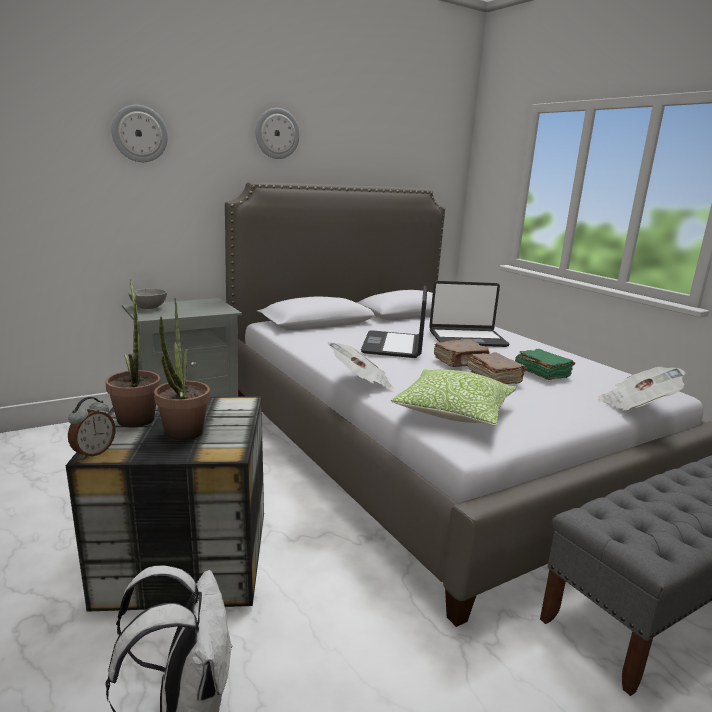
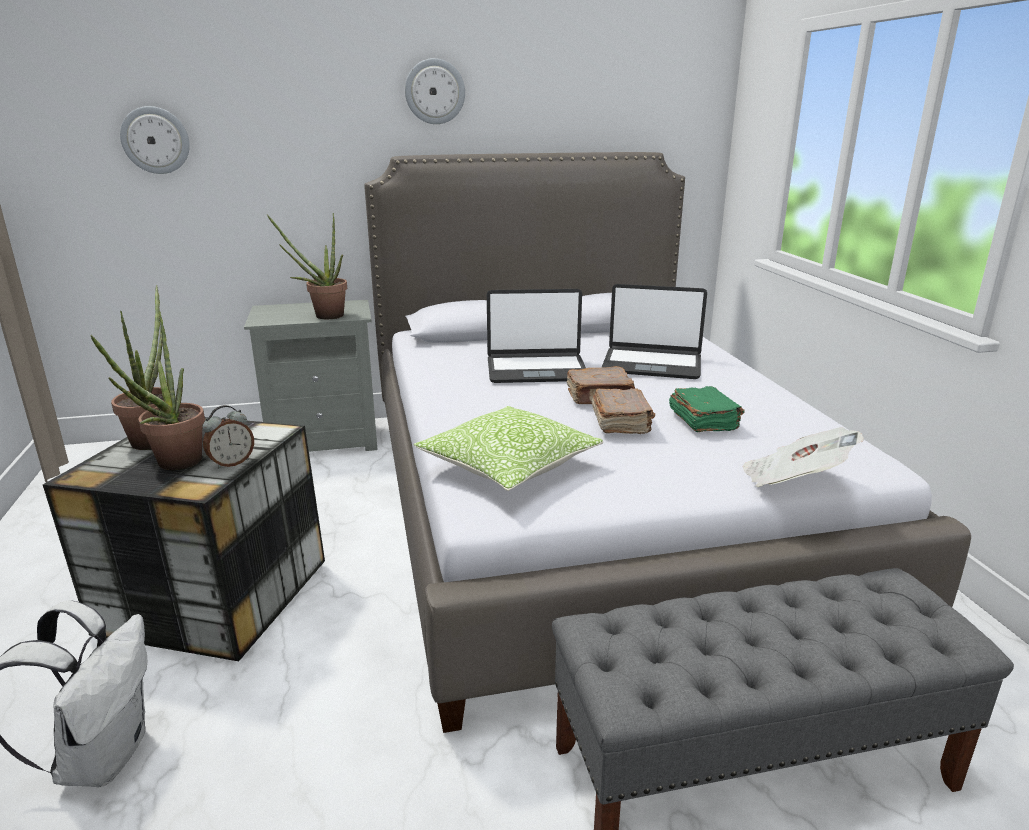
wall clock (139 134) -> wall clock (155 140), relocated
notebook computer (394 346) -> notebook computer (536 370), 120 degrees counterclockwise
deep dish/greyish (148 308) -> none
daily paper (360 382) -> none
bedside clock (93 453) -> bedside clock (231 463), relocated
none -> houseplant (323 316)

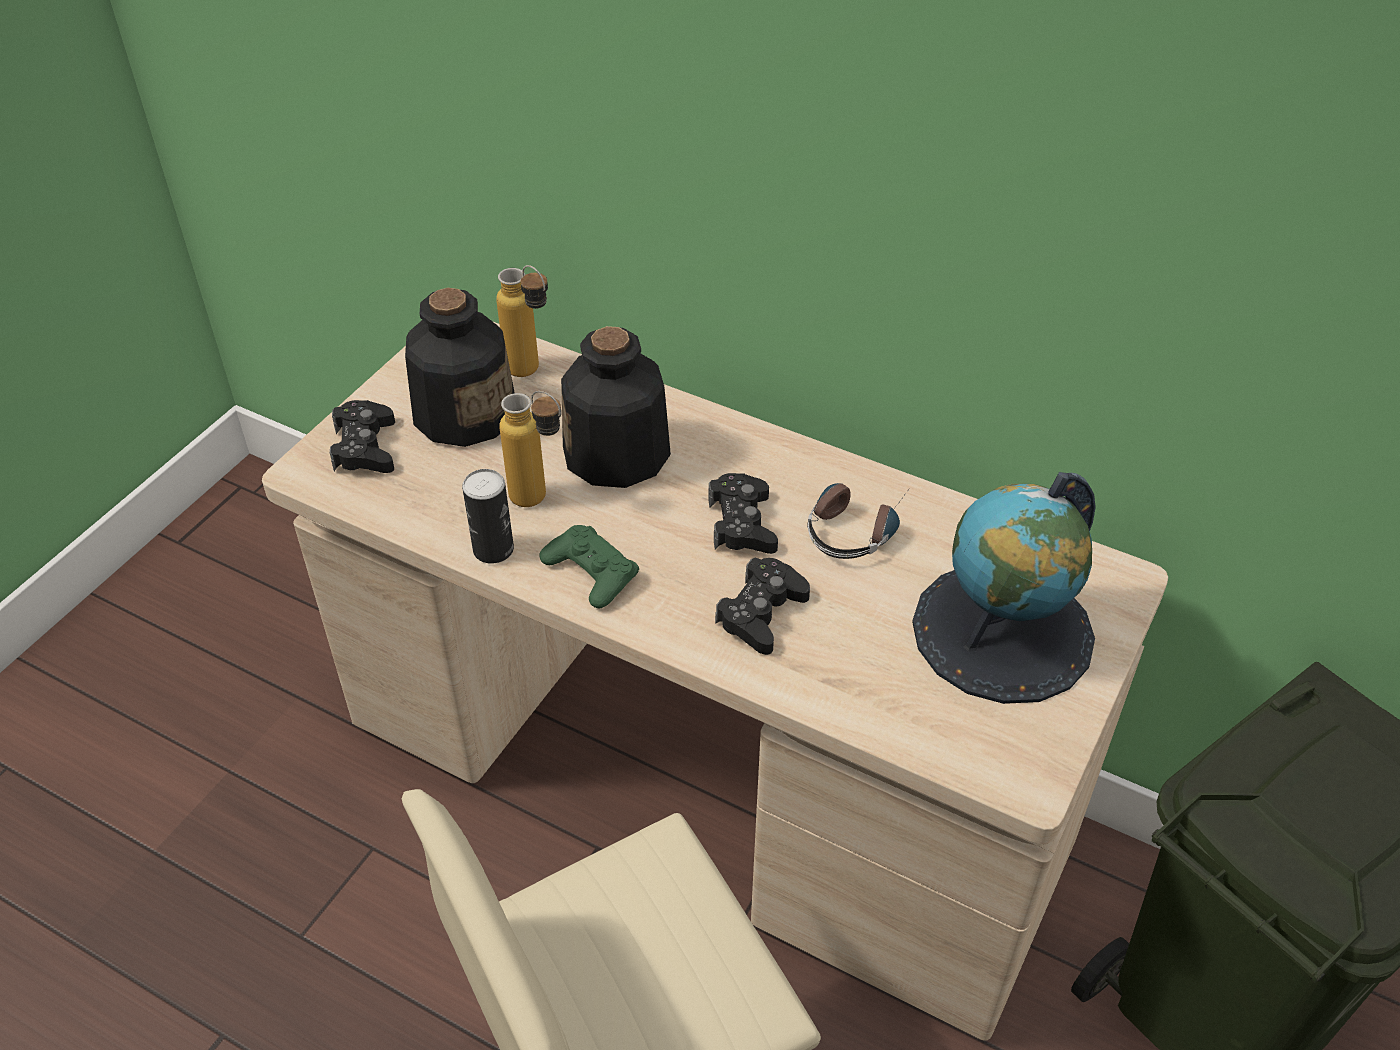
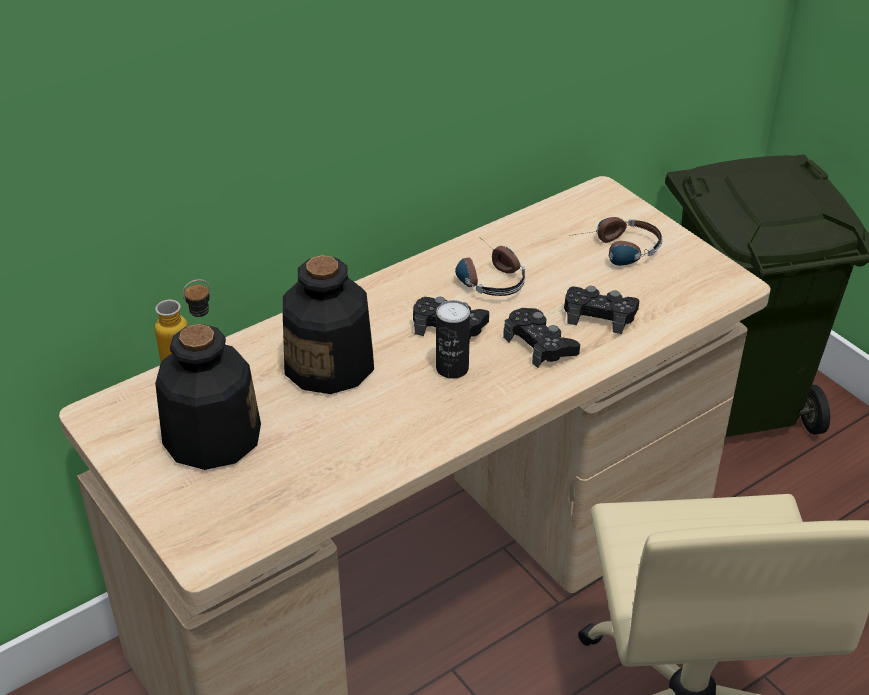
bottle (540 501) -> none
joypad/black (365 447) -> joypad/black (599 315), relocated
metal can (493 549) -> metal can (452 368), relocated
world globe (1003 632) -> headphones (616 251)
joypad/green (591 572) -> none

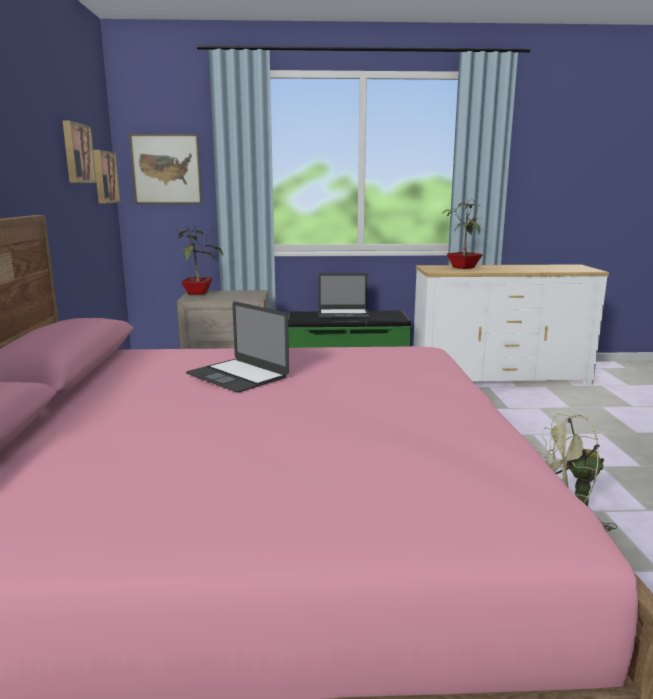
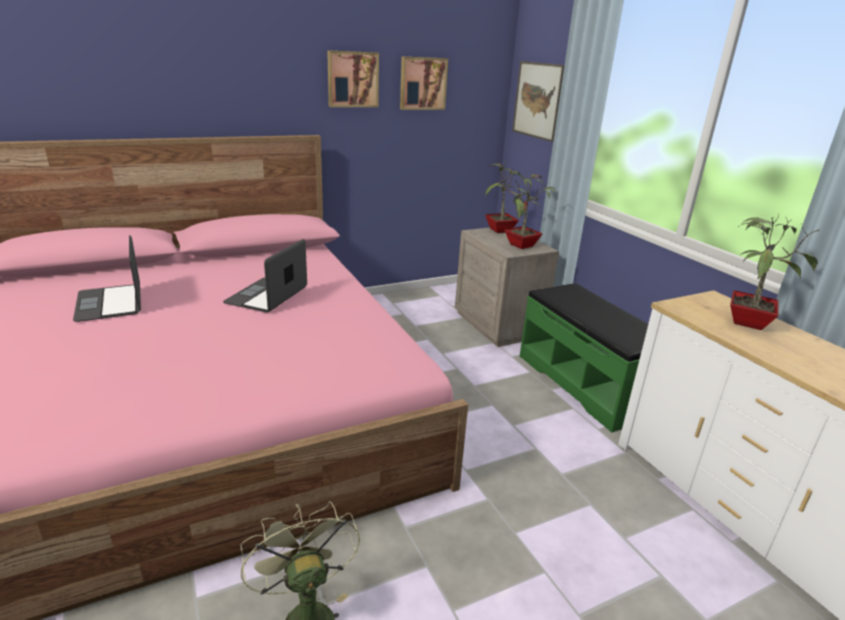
wall art (104 177) -> wall art (352 79), relocated
notebook computer (343 314) -> notebook computer (110 303), relocated
none -> houseplant (522 246)

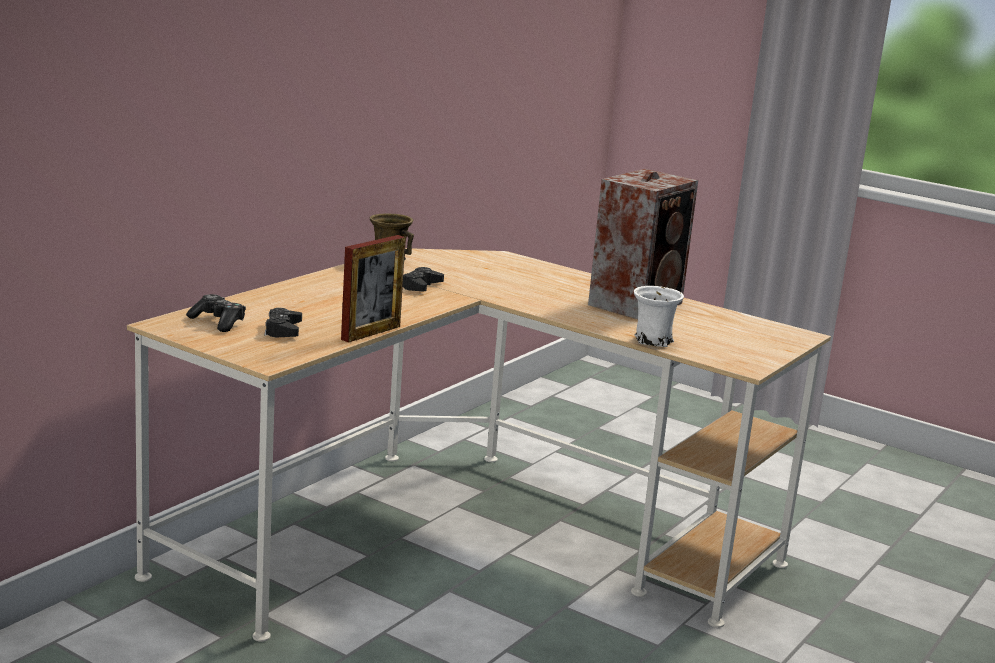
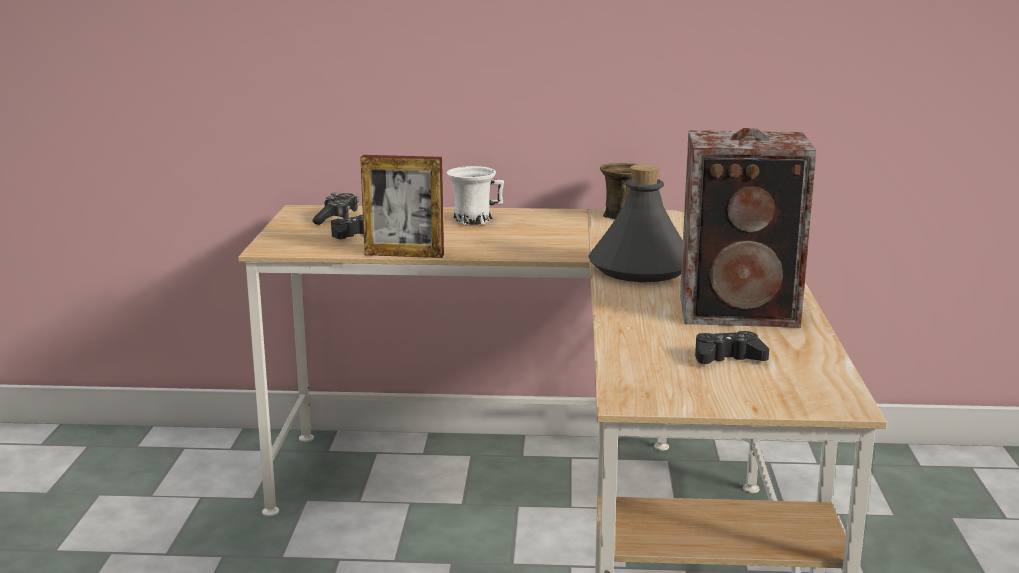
joypad/black (421 286) -> joypad/black (727 358), relocated
tea mug/whitish (652 341) -> tea mug/whitish (472 220), relocated
none -> bottle/greyish (641 268)

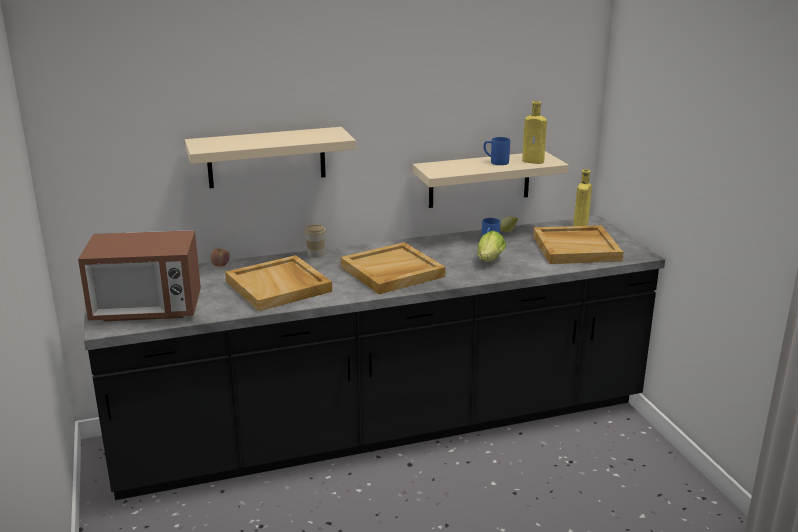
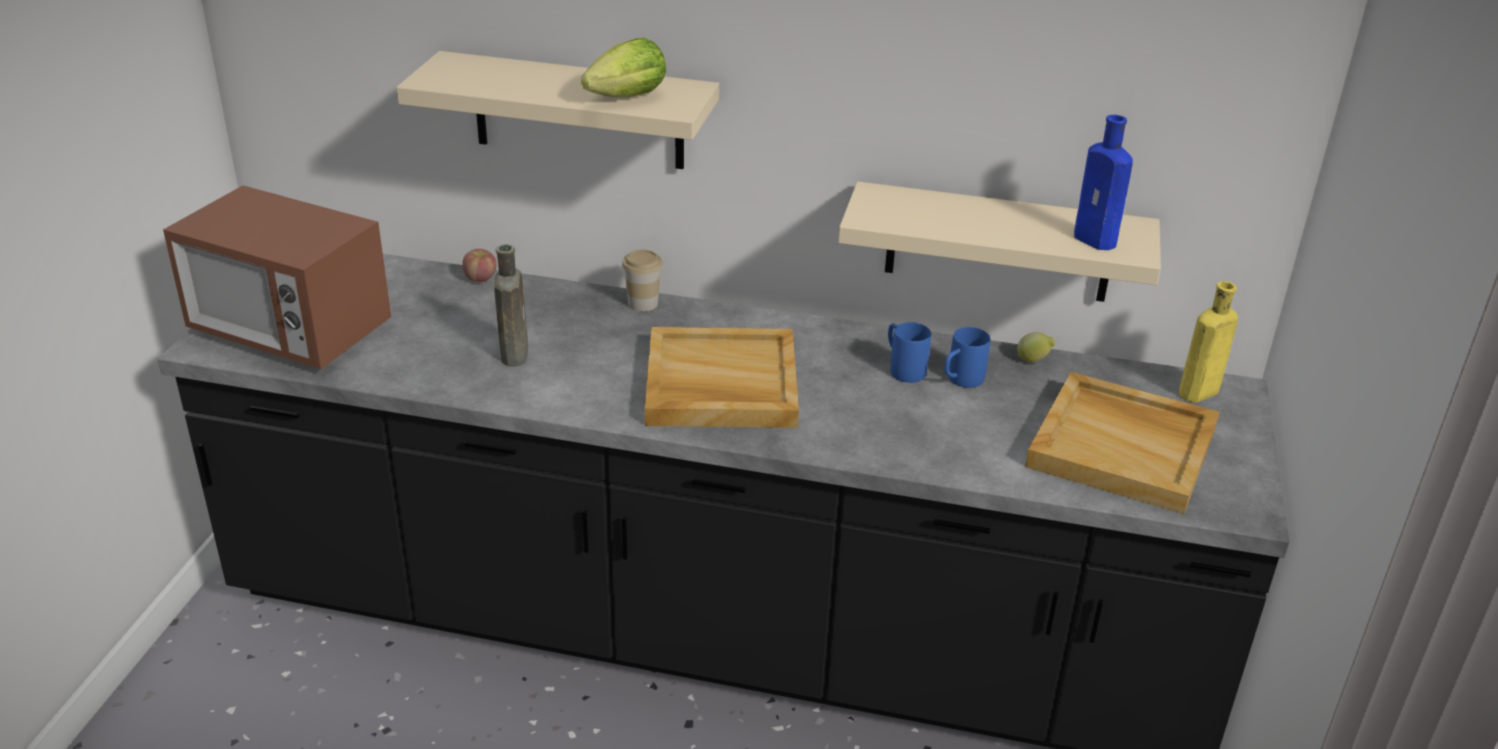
bottle/yellow (534 161) -> bottle/blue-coloured (1097 241)
tea mug/blue-coloured (495 162) -> tea mug/blue-coloured (902 368), relocated
head of lettuce (489 261) -> head of lettuce (623 99), relocated
tray/sand-coloured (279 286) -> bottle/brown (514 352)

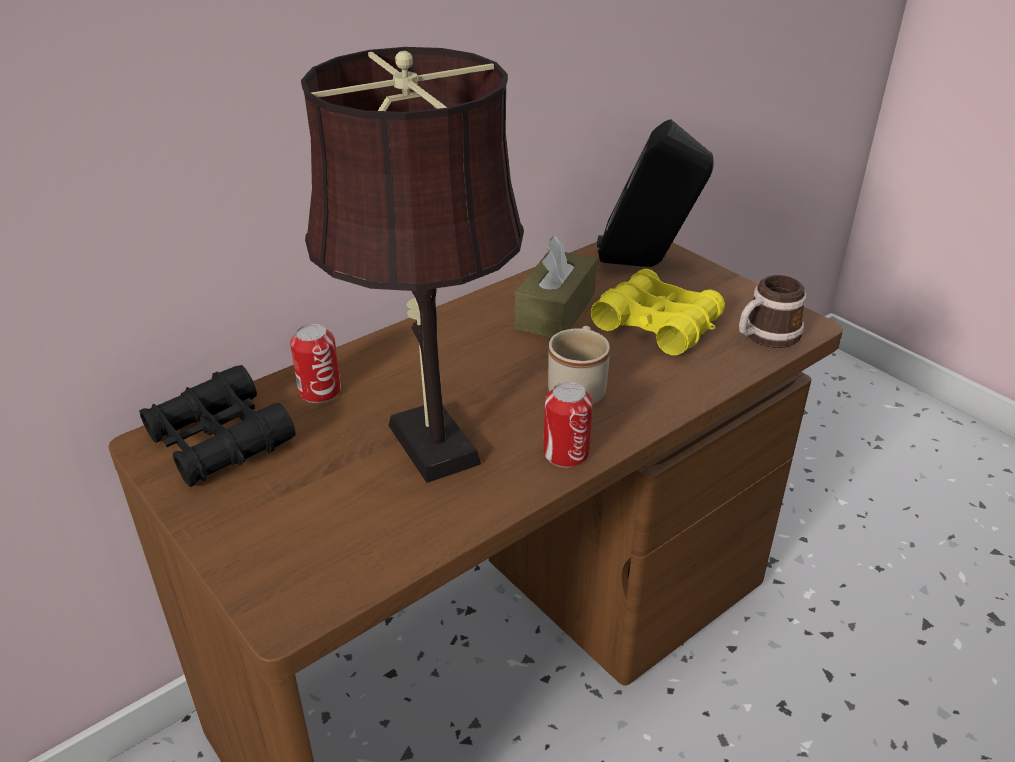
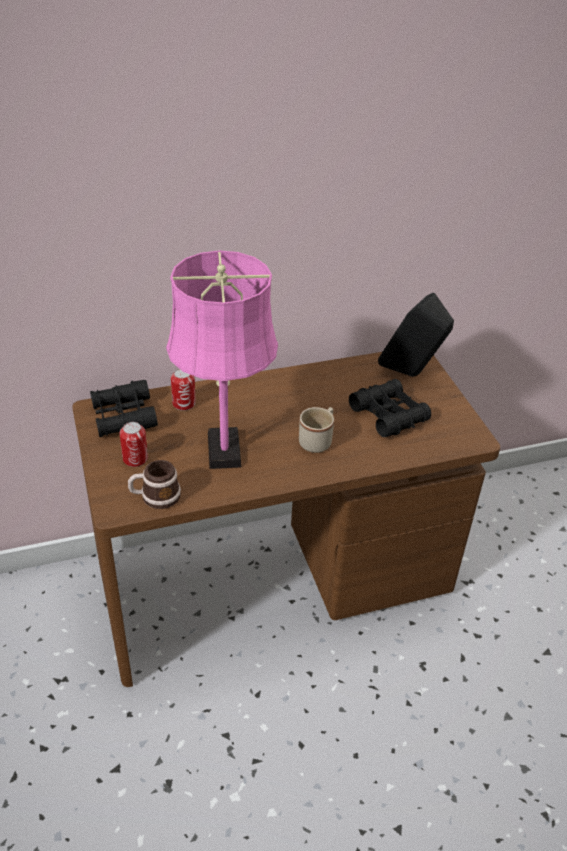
tabletop lamp/brown (429 438) -> tabletop lamp/pink-coloured (224 445)
tissue box/brown (555 311) -> none
binoculars/yellow (657 324) -> binoculars/black (388 415)
tea mug (765 336) -> tea mug (155 497), relocated
metal can (566 453) -> metal can (135 459), relocated

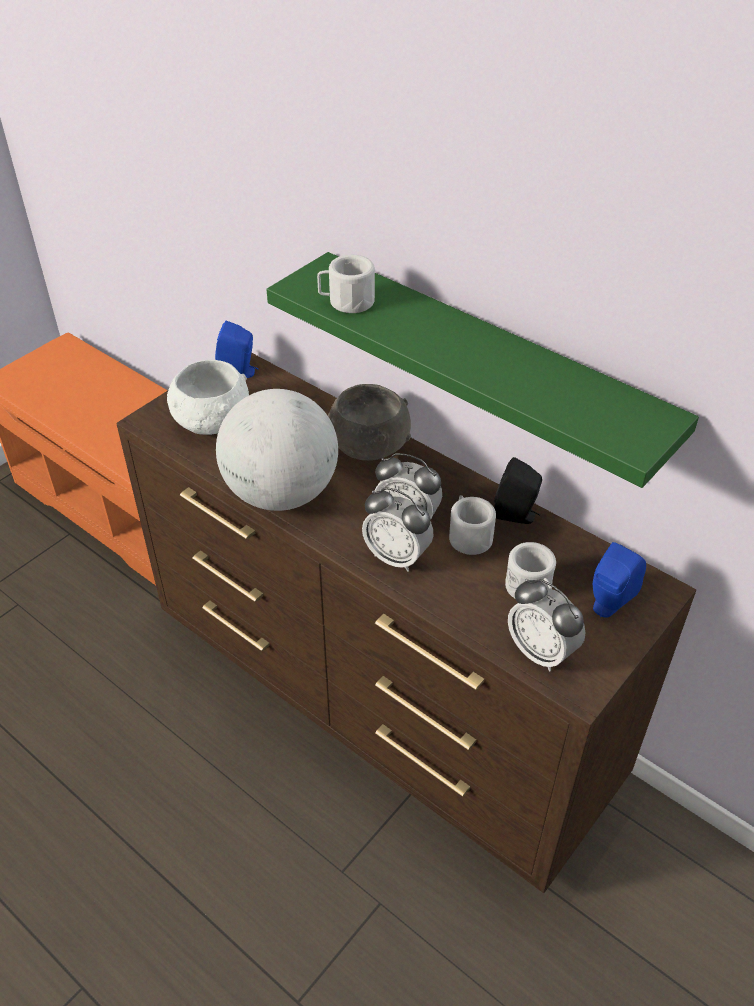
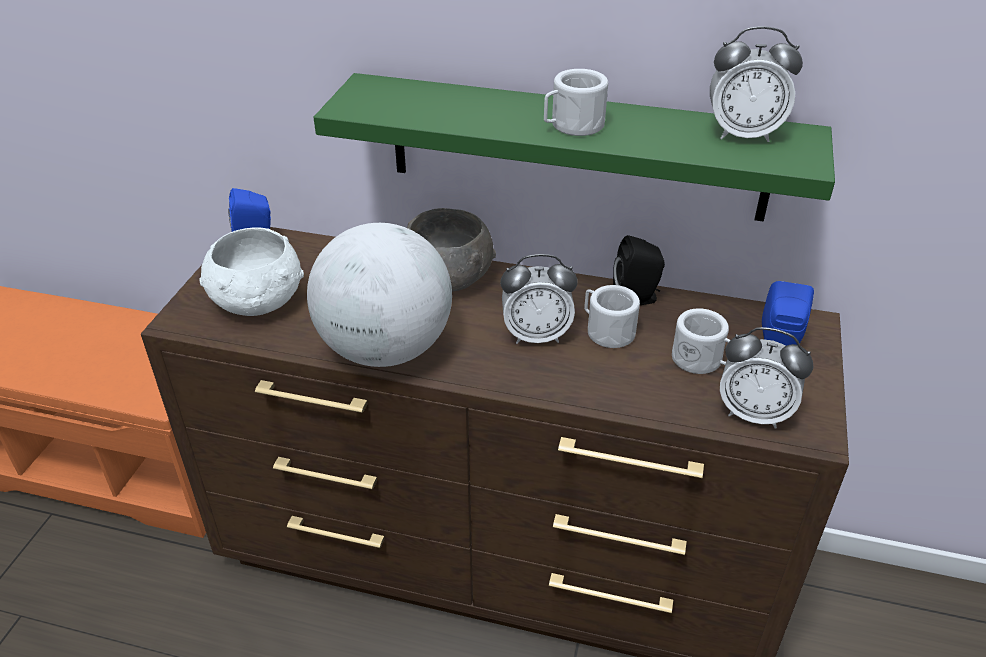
tea mug/whitish (346 302) -> tea mug/whitish (572 126), relocated
bedside clock (397 557) -> bedside clock (743 134), relocated

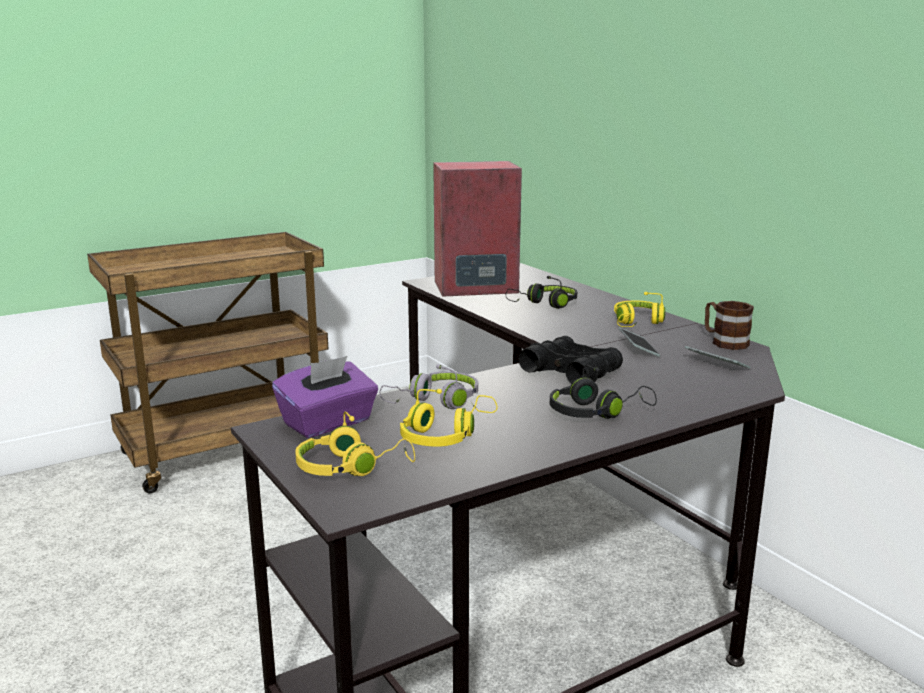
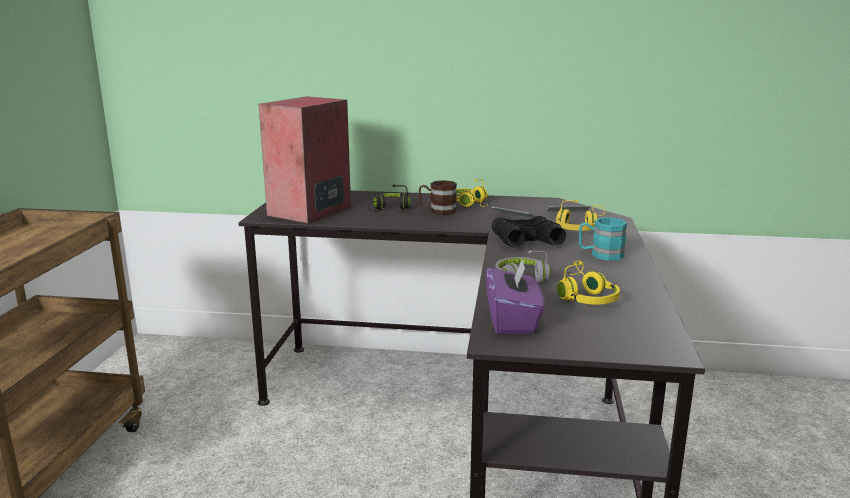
tea mug/brown (724 341) -> tea mug/brown (437 211), relocated
headphones/black (596 412) -> tea mug/turquoise-coloured (600 255)
headphones/yellow (351 467) -> headphones/yellow (579 228), relocated

